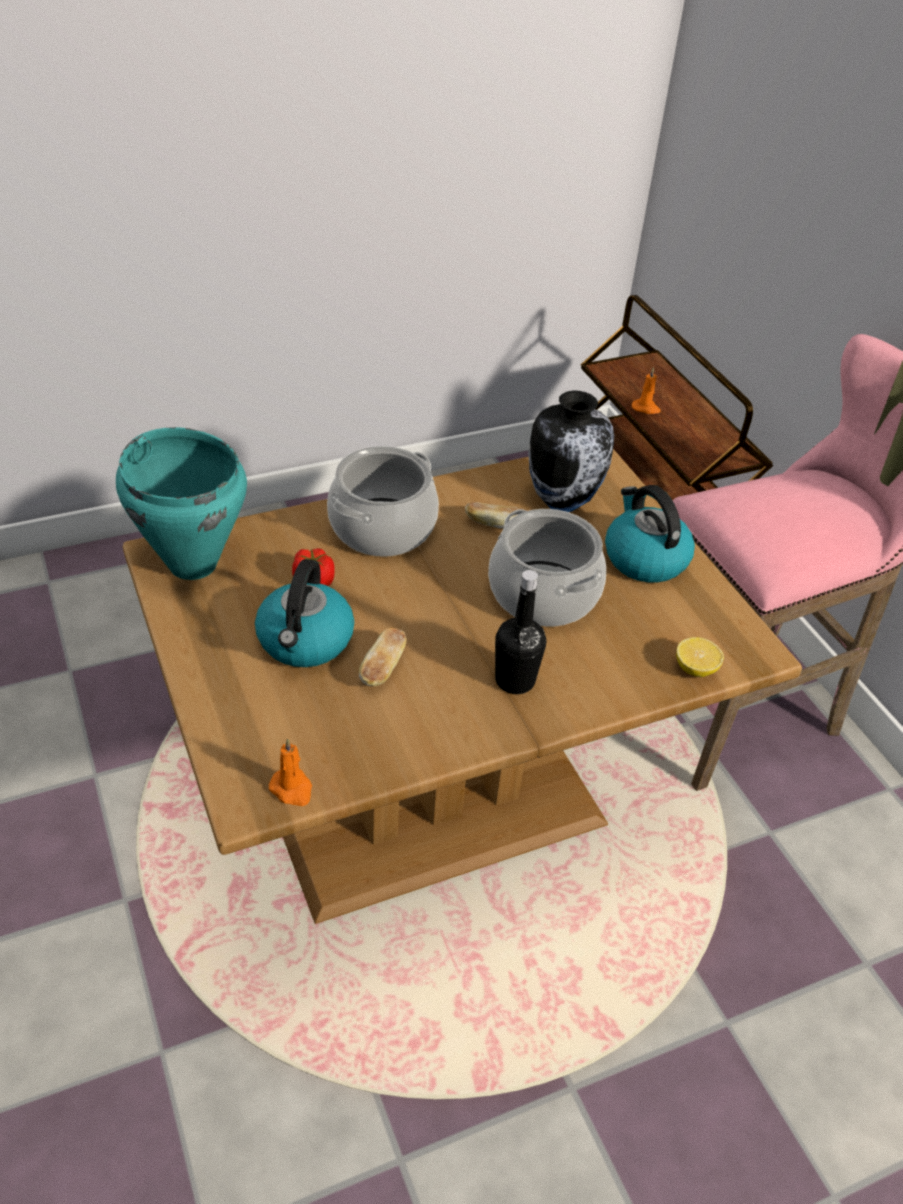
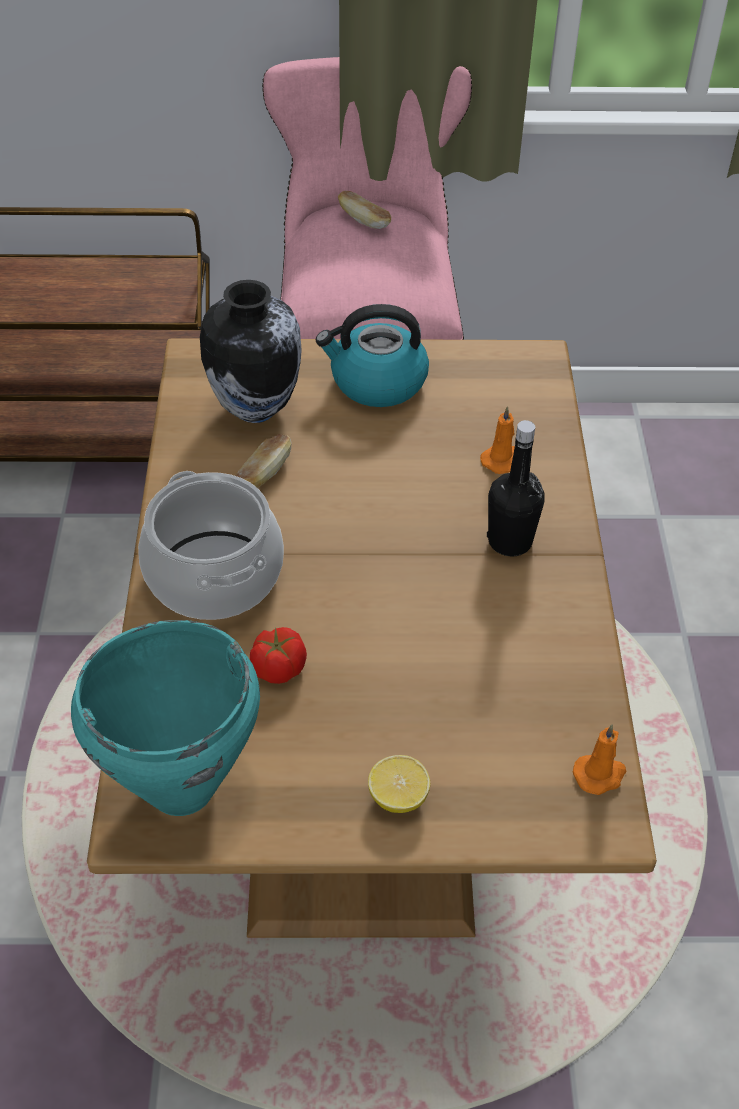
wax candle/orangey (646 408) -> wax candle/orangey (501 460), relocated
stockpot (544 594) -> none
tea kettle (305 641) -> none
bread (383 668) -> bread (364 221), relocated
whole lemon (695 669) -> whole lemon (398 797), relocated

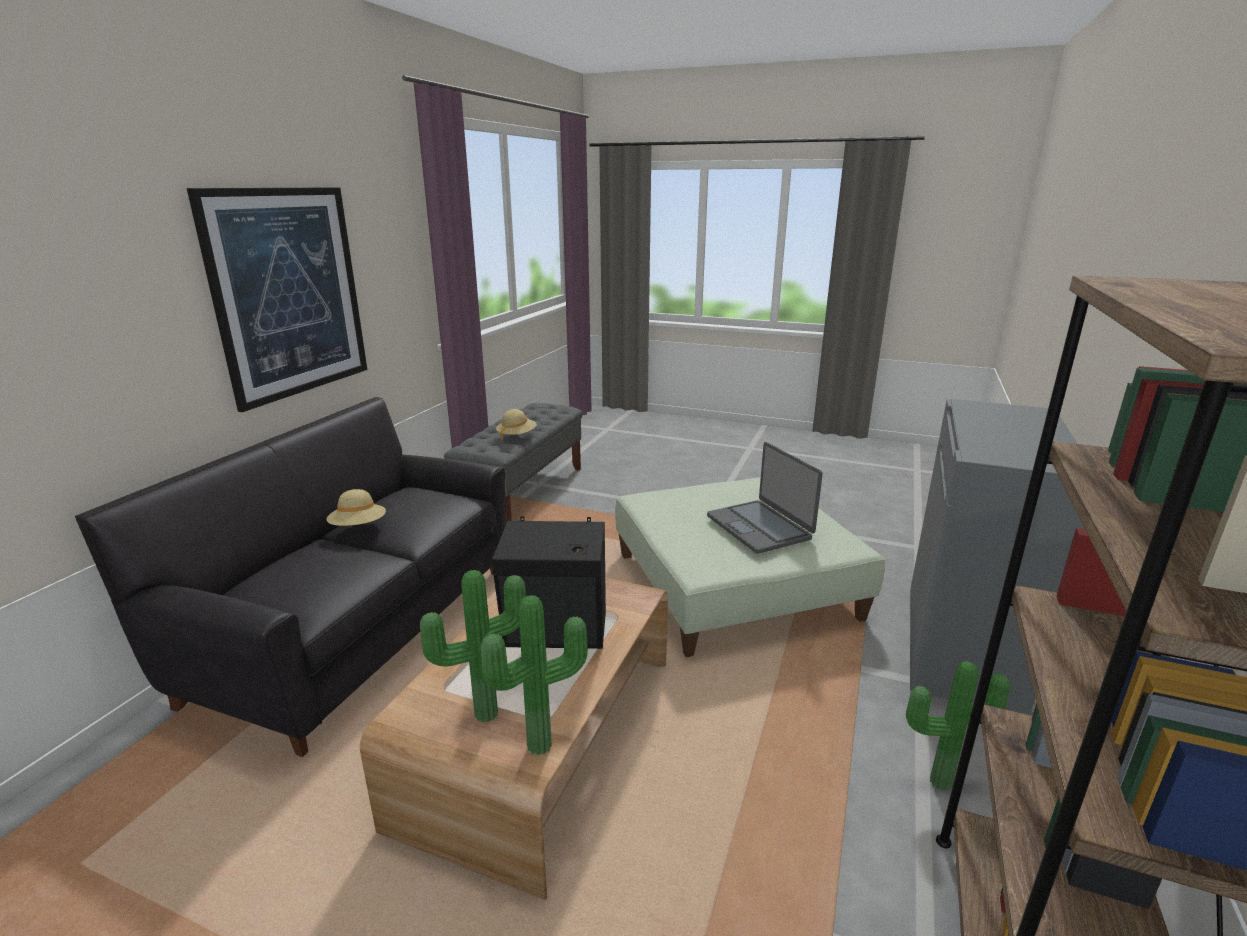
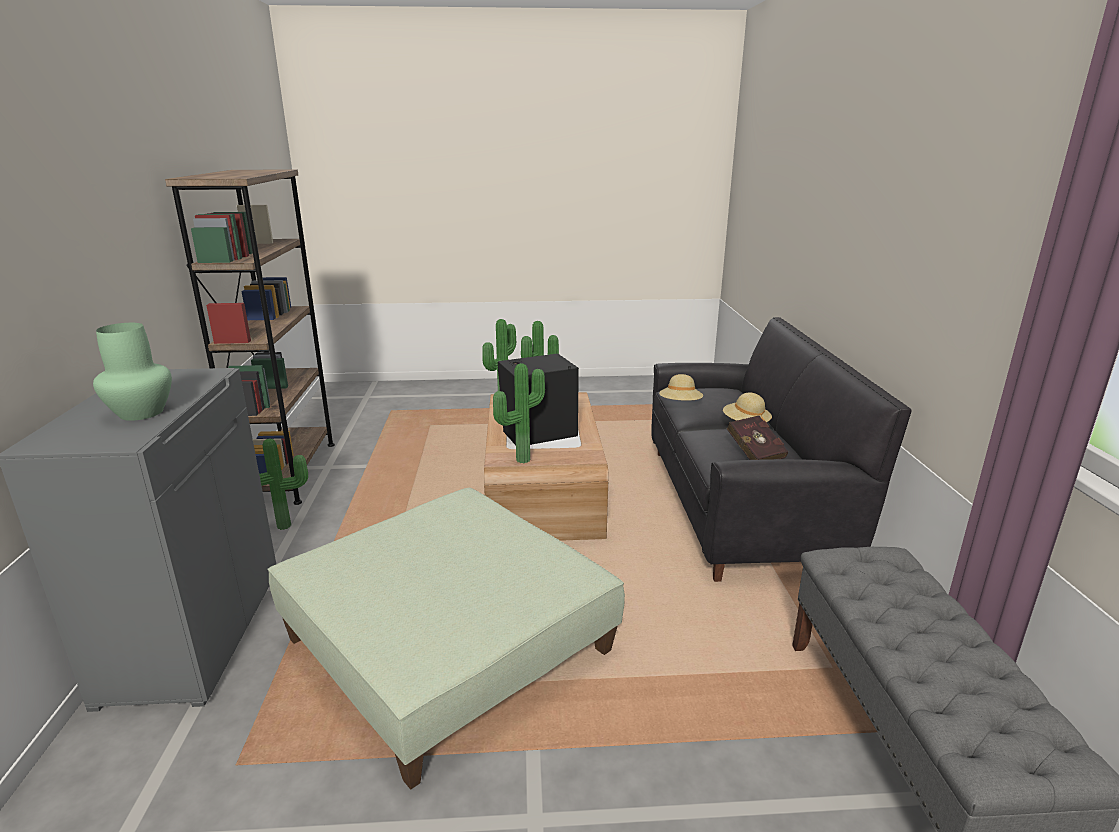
wall art (289 293) -> none
hat/sand-coloured (516 436) -> hat/sand-coloured (680 404), relocated
notebook computer (759 527) -> none
none -> flower vase/green (141 413)
none -> houseplant (521 459)
none -> book/red (754 452)

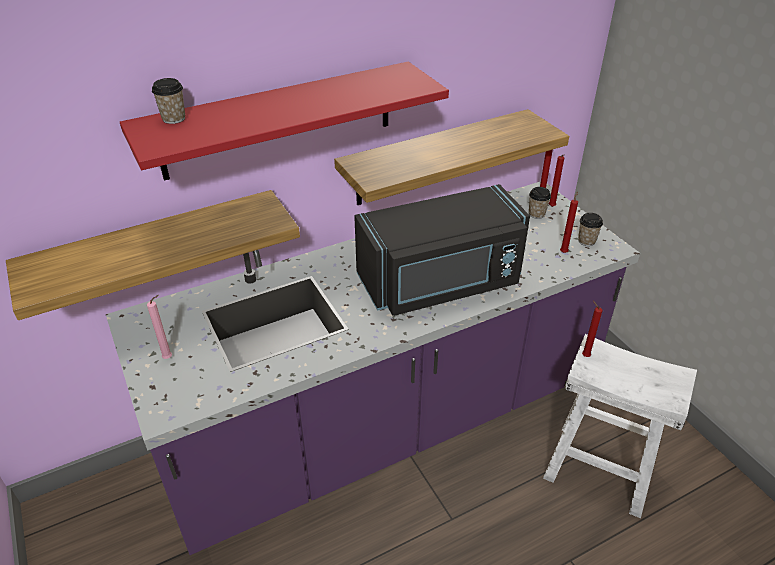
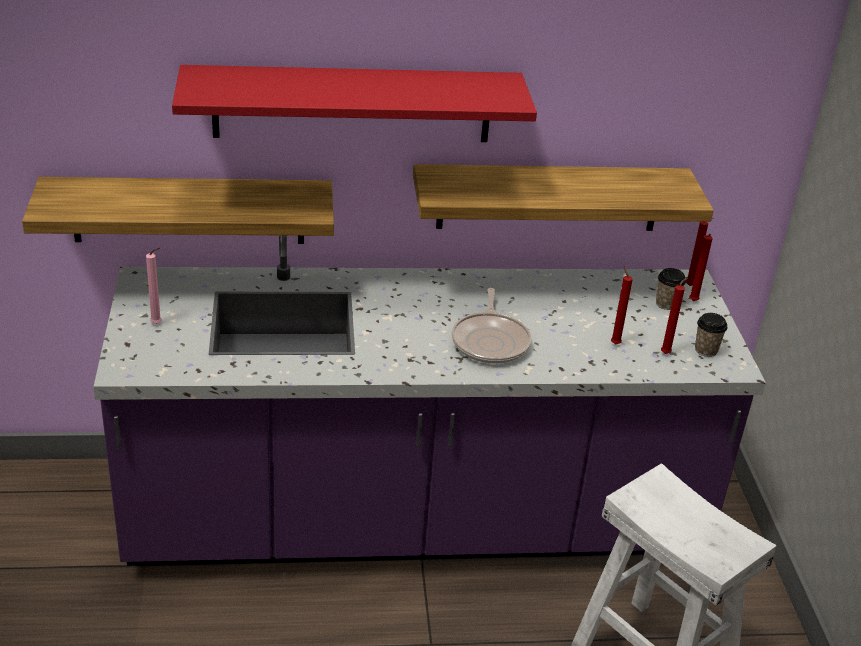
cup (174 118) -> none
kitchen microwave/black (441 283) -> frying pan (491 341)
wax candle/red (584 355) -> wax candle/red (614 343), relocated

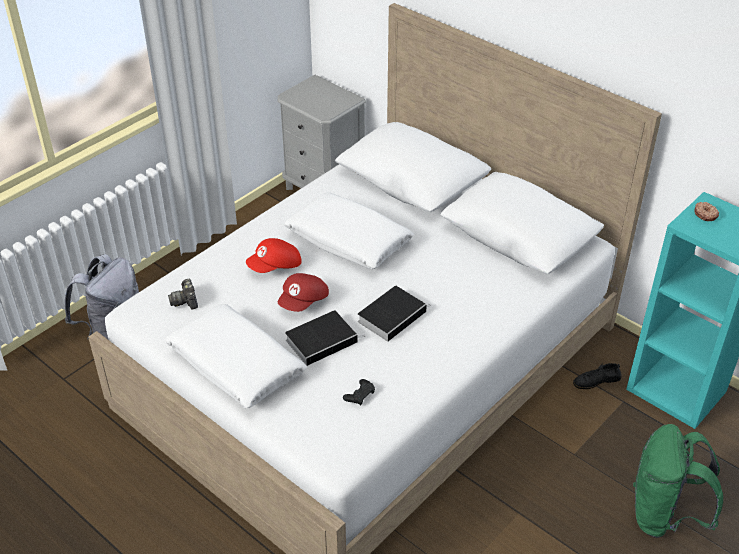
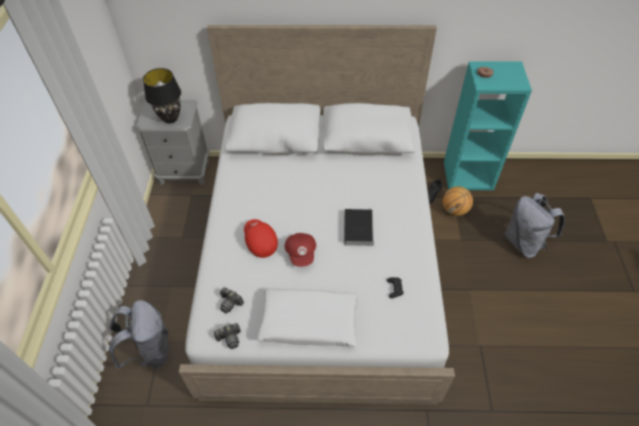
pillow/whitish (348 240) -> none
peaked cap/red (275 266) -> peaked cap/red (260 242), 135 degrees clockwise
book (322 340) -> none
rucksack/green (664 515) -> rucksack/greyish (524 243)
none -> tabletop lamp/black (170 119)
none -> basketball (455 210)
none -> still camera (230 338)

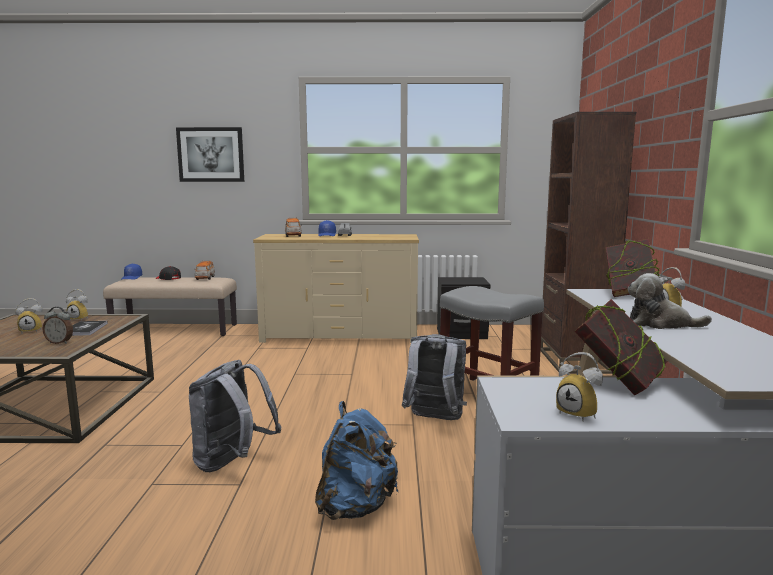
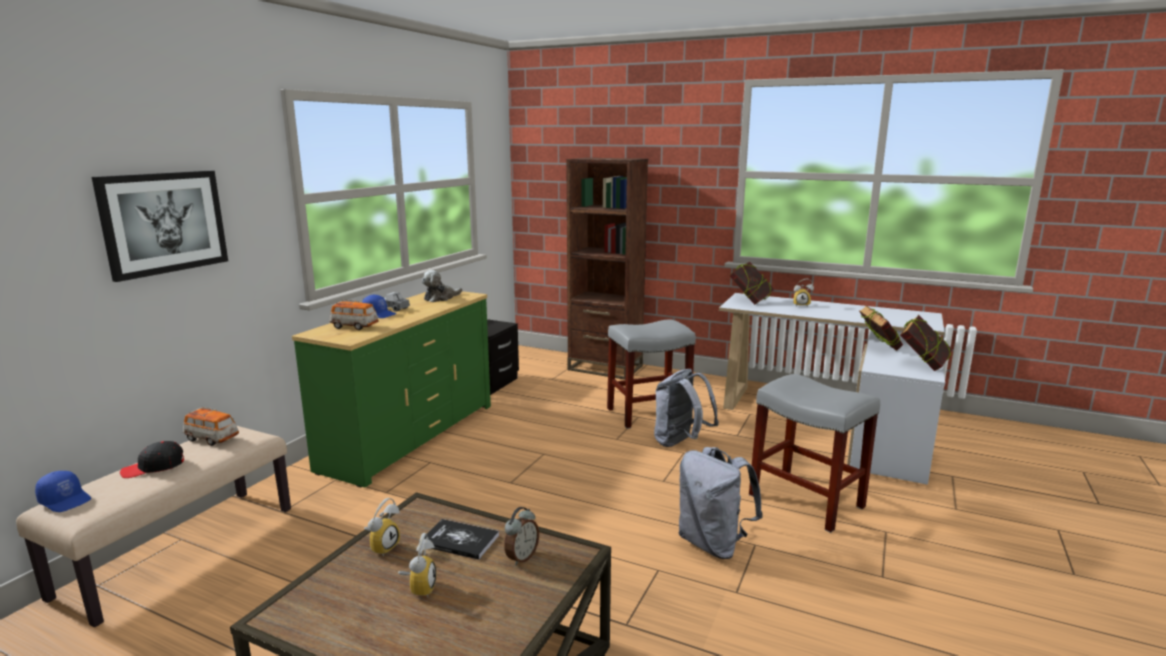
dresser/sand-coloured (340 336) -> dresser/green (409 436)
plush toy (660 324) -> plush toy (440 298), relocated
bedside clock (580 414) -> book (922 365)
rucksack/blue-coloured (356 506) -> stool/greyish (804 501)

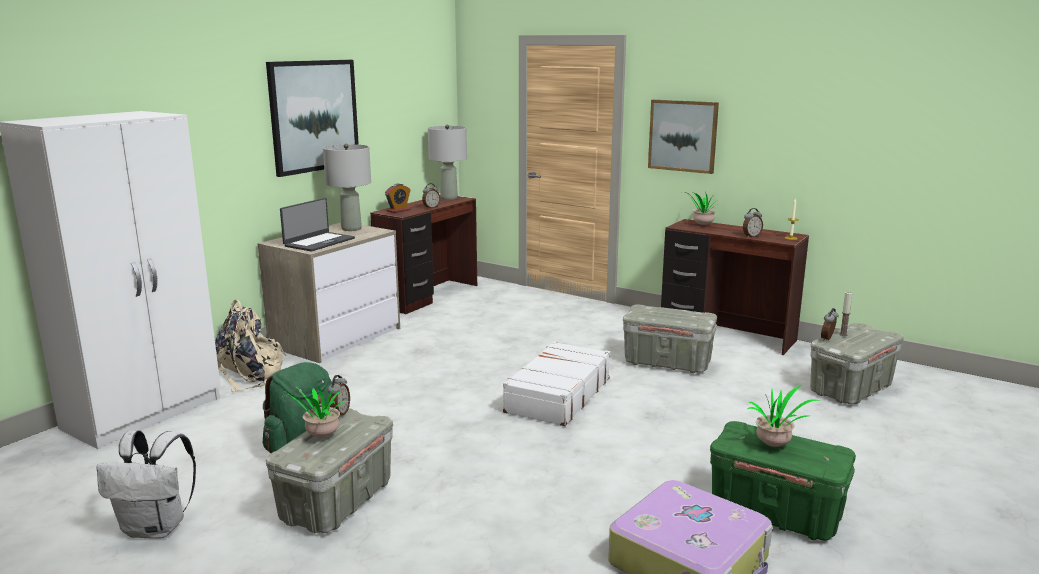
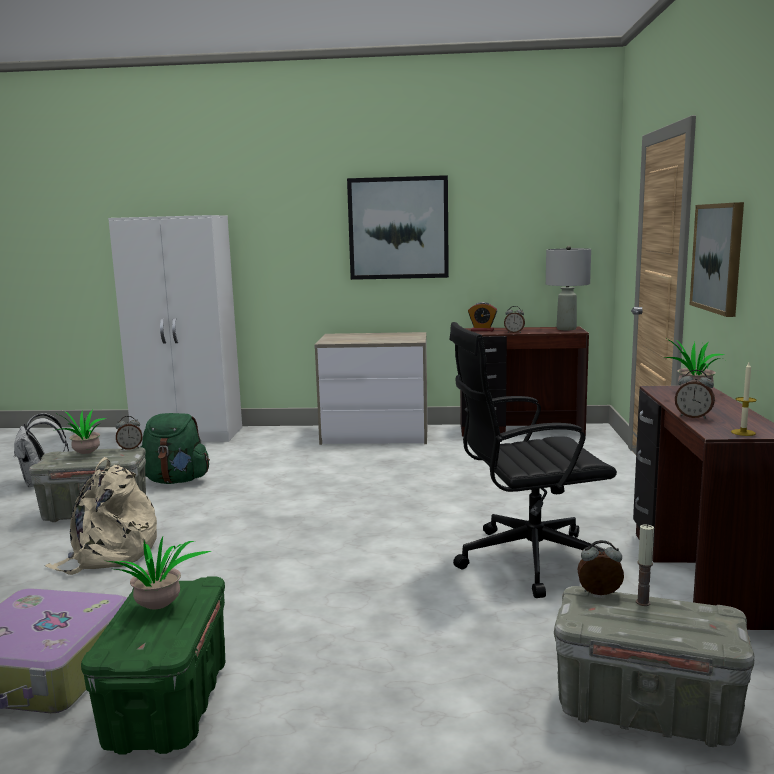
tabletop lamp/greyish (351 229) -> none
notebook computer (319 242) -> none
rucksack/sand-coloured (249 373) -> rucksack/sand-coloured (109 554), relocated
storage container/greyish (666 363) -> desk chair/black (527 560)
suitcase/whitish (557 395) -> none

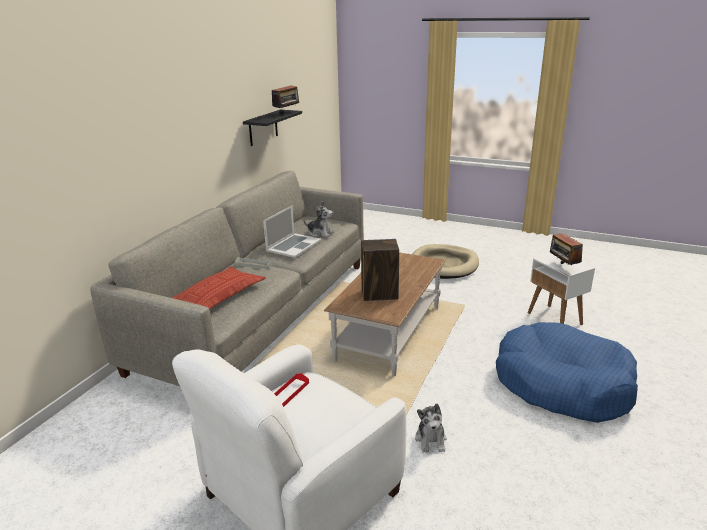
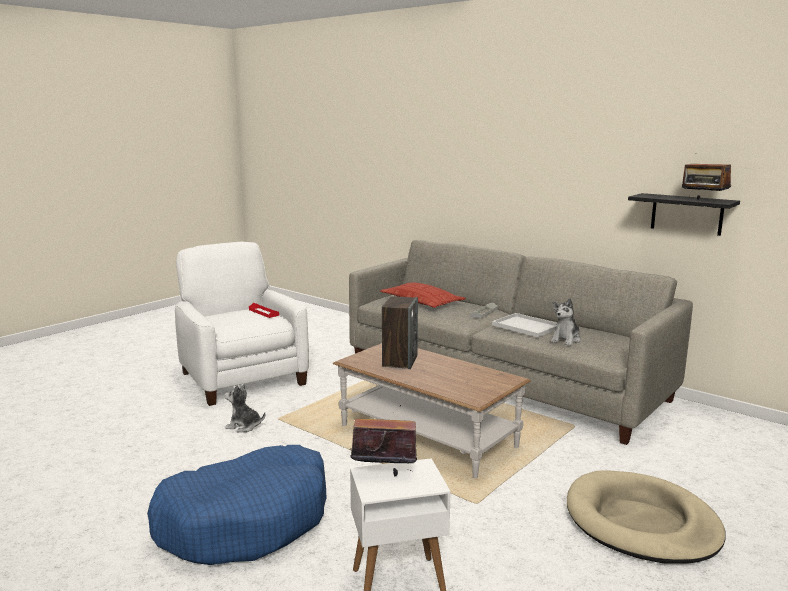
notebook computer (293 245) -> tray/whitish (527 326)

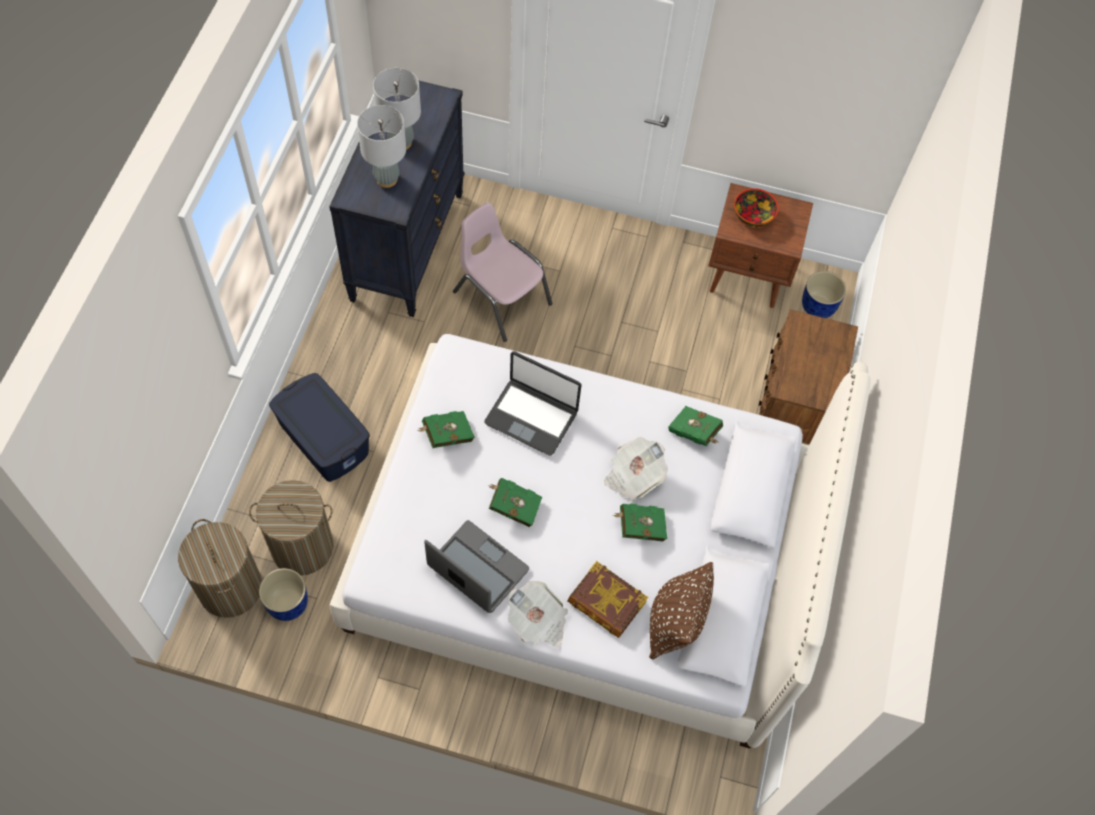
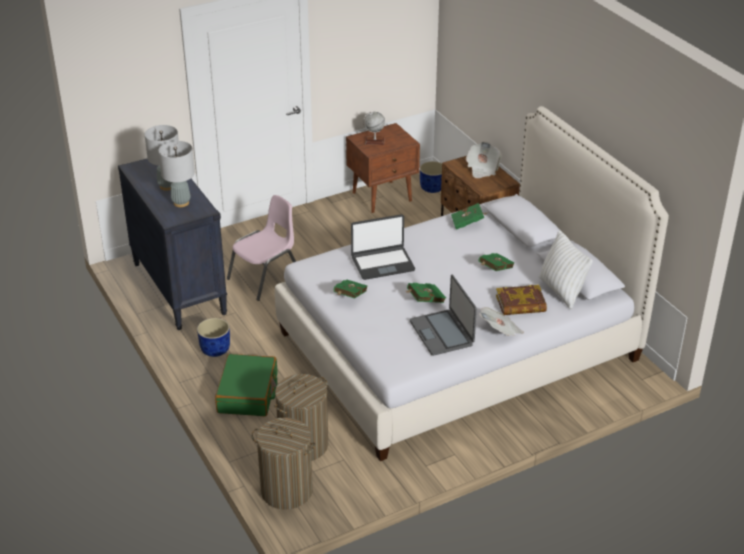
deep dish (753 215) -> world globe (374 141)
upright chair/pink-coloured (501 298) -> upright chair/pink-coloured (265 278), 135 degrees clockwise
storage container/blue-coloured (324 438) -> suitcase/green (248 393)
daily paper (633 476) -> daily paper (482 169), relocated
notebook computer (477 568) -> notebook computer (442 333), 105 degrees counterclockwise
pillow/brown (674 623) -> pillow/whitish (561 291)
planter/blue-coloured (287 602) -> planter/blue-coloured (215 349), relocated

